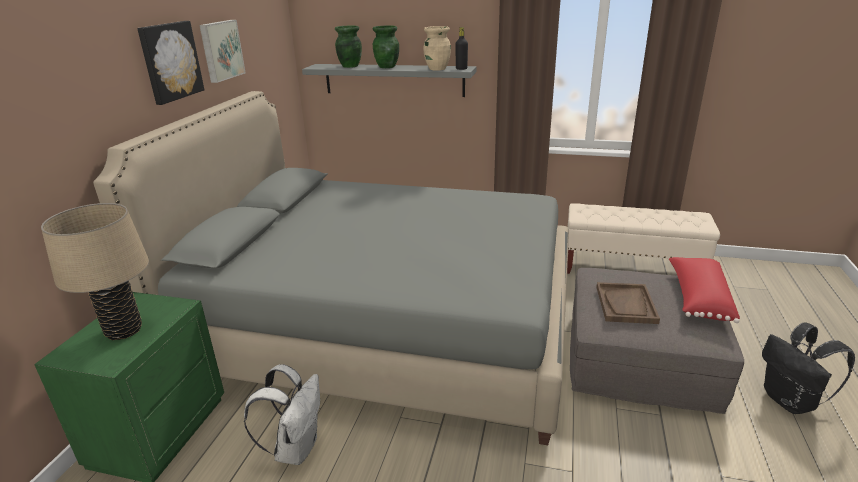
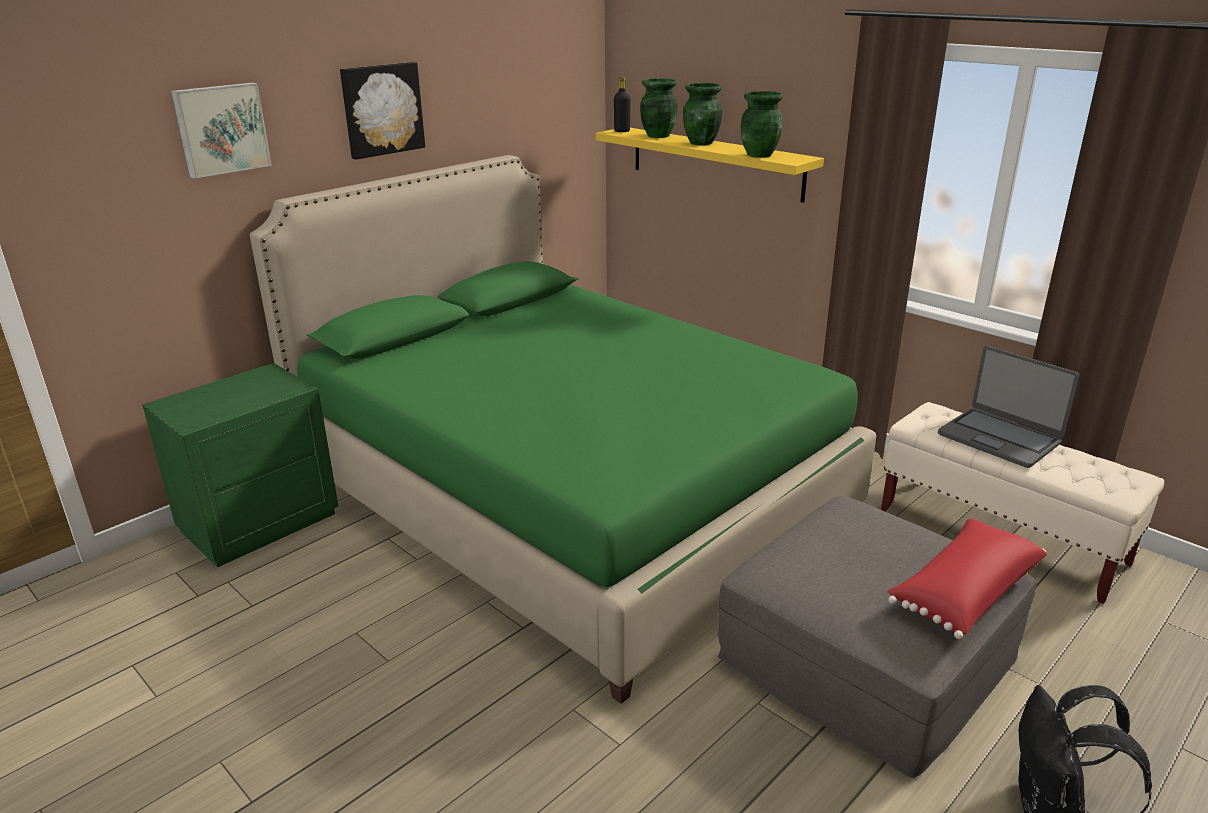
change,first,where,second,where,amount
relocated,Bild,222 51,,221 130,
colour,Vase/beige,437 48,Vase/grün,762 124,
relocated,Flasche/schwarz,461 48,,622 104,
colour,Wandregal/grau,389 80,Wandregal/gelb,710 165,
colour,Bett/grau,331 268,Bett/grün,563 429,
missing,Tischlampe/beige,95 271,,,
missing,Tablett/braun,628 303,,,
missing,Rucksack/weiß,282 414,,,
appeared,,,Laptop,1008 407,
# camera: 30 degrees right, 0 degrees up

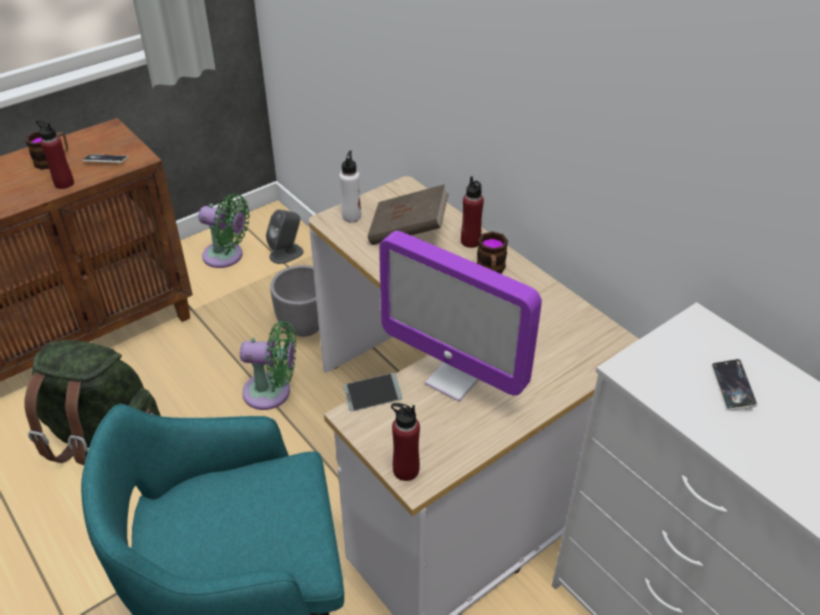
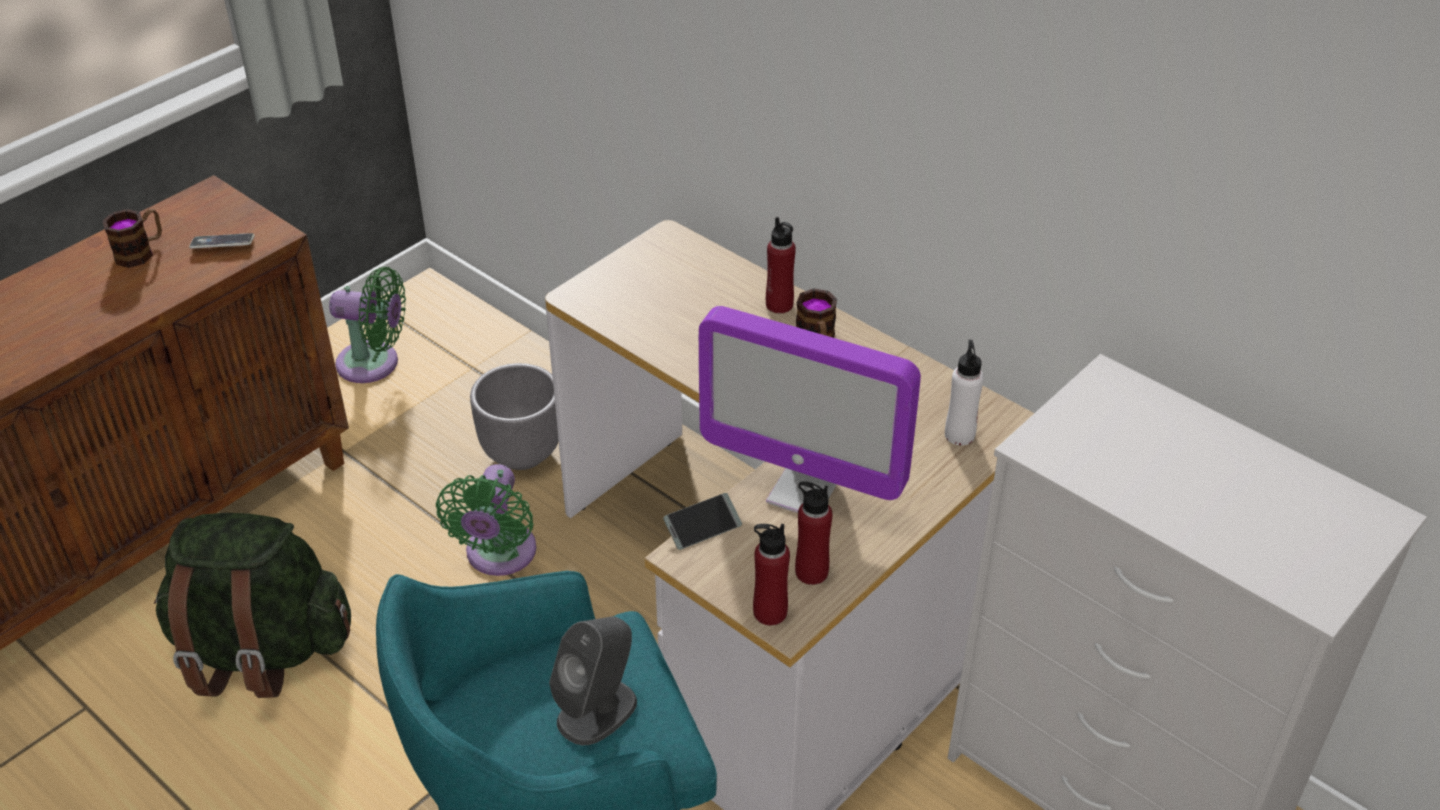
change,first,where,second,where,amount
relocated,Flasche/rot,55 154,,814 533,
relocated,Flasche/weiß,350 186,,964 392,
missing,Buch/braun,408 214,,,
relocated,Lautsprecher/grau,285 236,,593 681,
spun,Ventilator/grün,268 365,,486 520,105 degrees clockwise
missing,Handy,734 385,,,
# camera: 10 degrees left, 0 degrees up

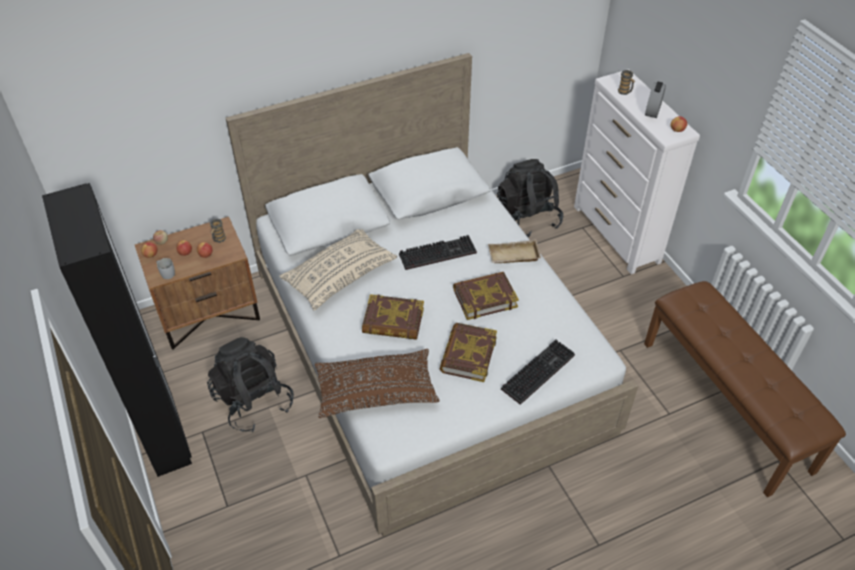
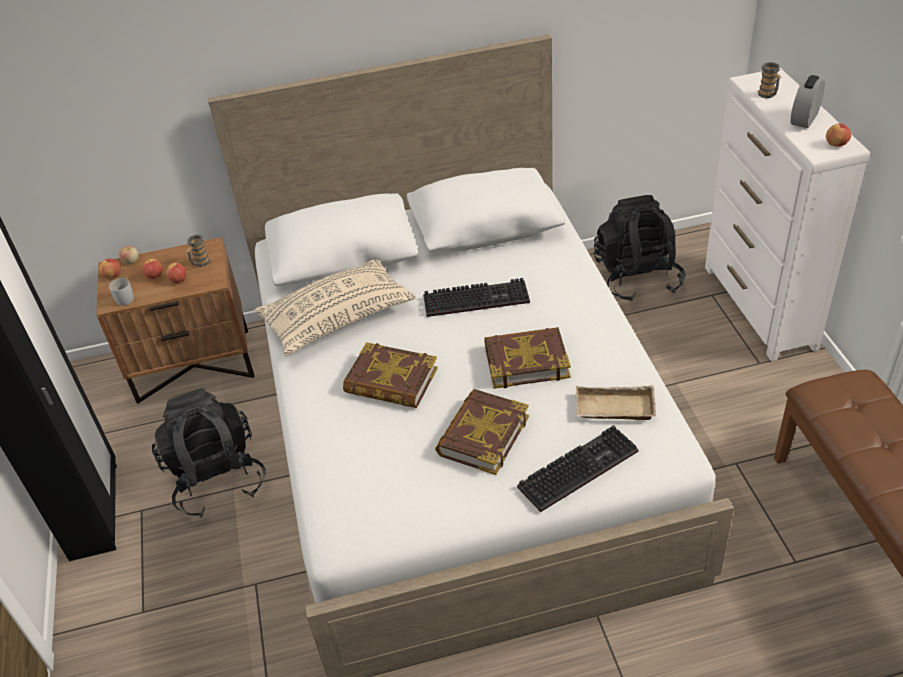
change,first,where,second,where,amount
relocated,Tablett/beige,514 251,,616 402,
missing,Kissen/braun,377 383,,,
# camera: 15 degrees right, 5 degrees down

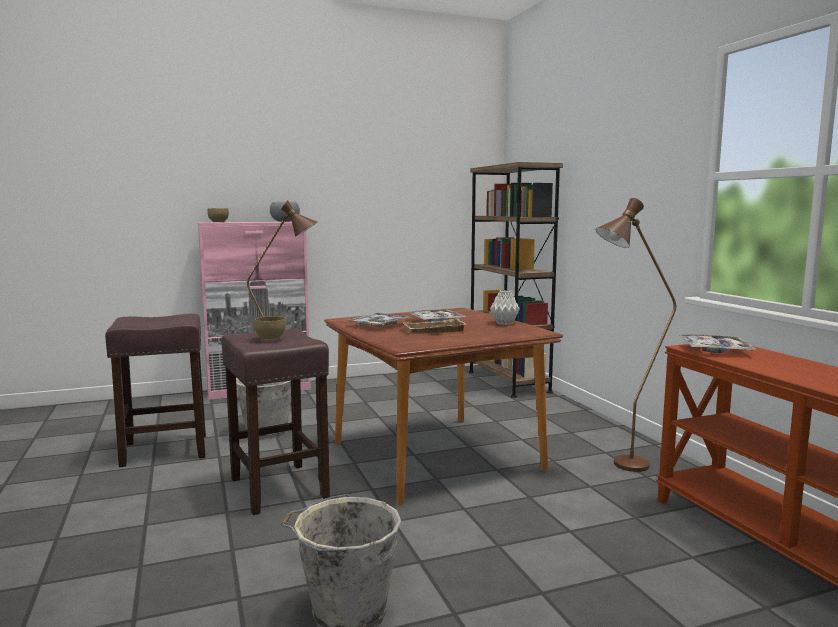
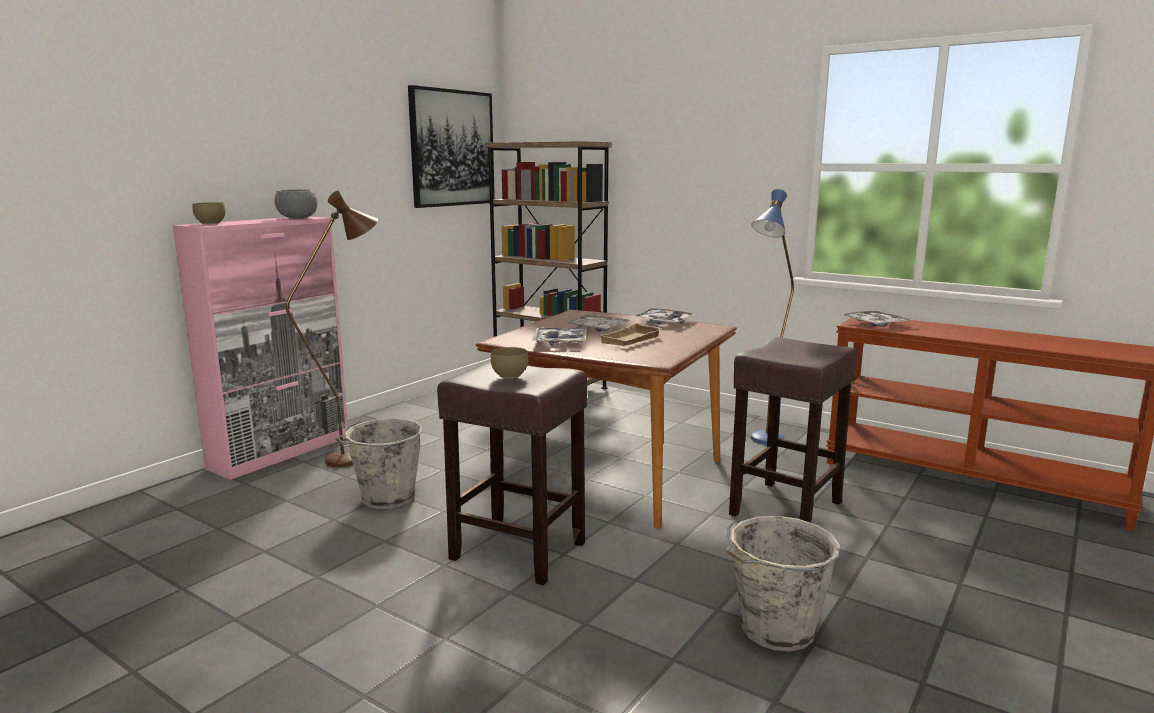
change,first,where,second,where,amount
colour,Stehlampe/braun,636 335,Stehlampe/blau,772 317,
exchanged,Vase/grau,505 307,Tablett,664 316,
relocated,Hocker/braun,155 390,,793 430,
appeared,,,Bild,451 146,
# camera: 35 degrees left, 5 degrees up

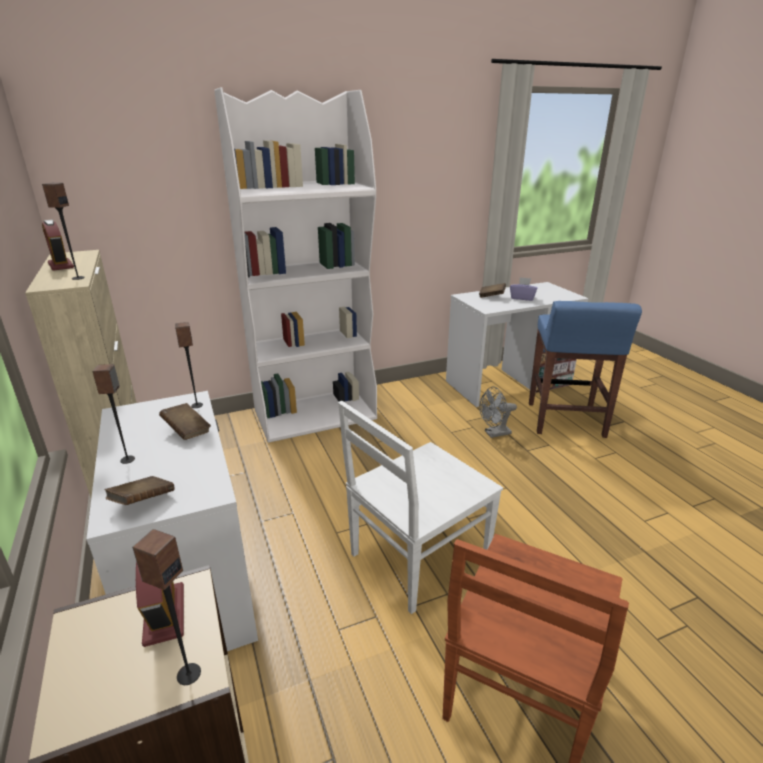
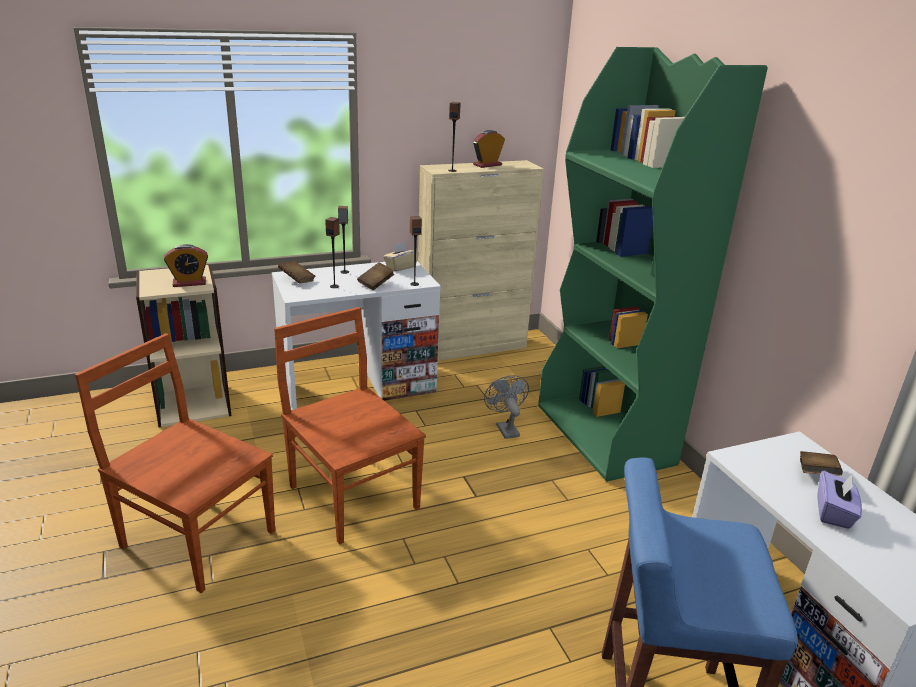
change,first,where,second,where,amount
colour,Bücherregal/weiß,295 265,Bücherregal/grün,653 264,
relocated,Ventilator/grau,498 412,,506 407,
colour,Stuhl/weiß,420 507,Stuhl/braun,350 425,
relocated,Lautsprecher,166 607,,332 252,
appeared,,,Taschentuchbox/beige,401 257,
# camera: 90 degrees right, 0 degrees up

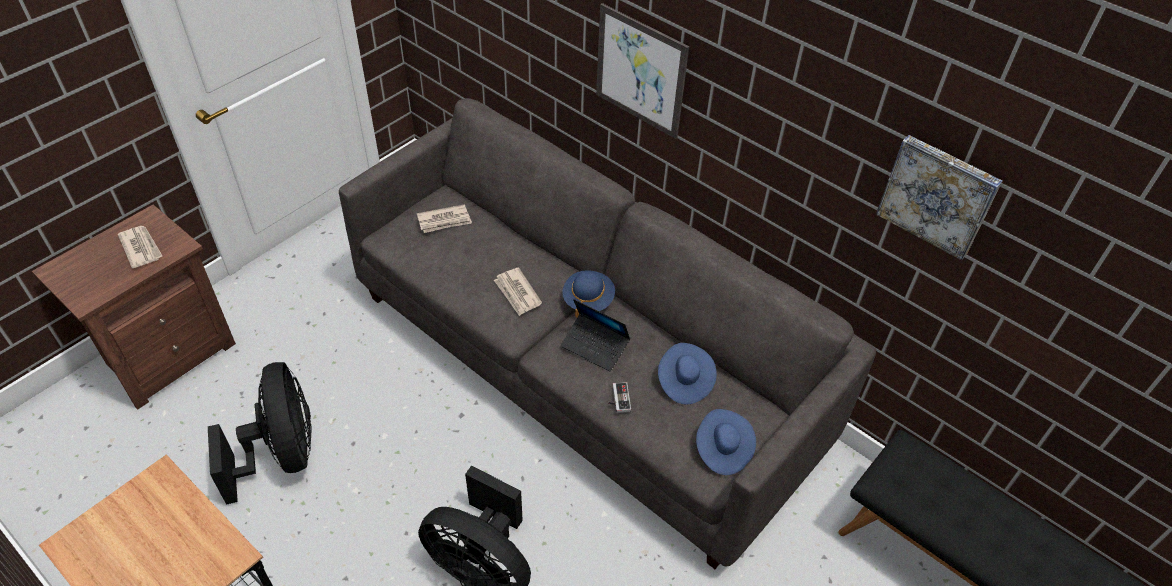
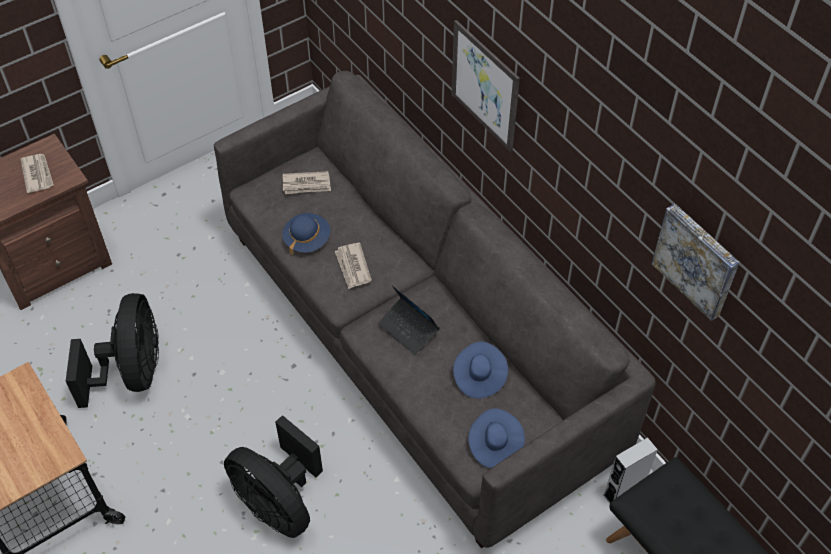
change,first,where,second,where,amount
relocated,Hut/blau,588 293,,306 234,
missing,Gamepad,619 397,,,
appeared,,,Lautsprecher/grau,630 470,
# camera: 15 degrees right, 5 degrees up

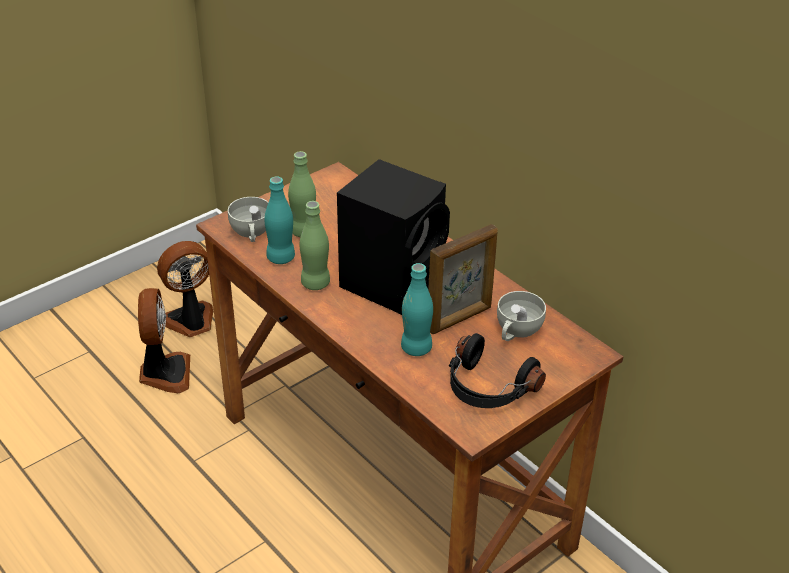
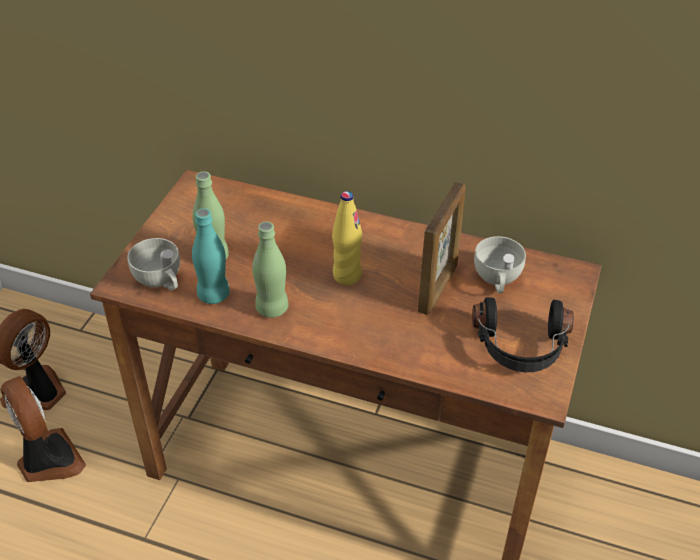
change,first,where,second,where,amount
exchanged,Lautsprecher/schwarz,393 237,Flasche/gelb,347 238,
missing,Flasche/türkis,417 309,,,
# camera: 30 degrees left, 5 degrees up

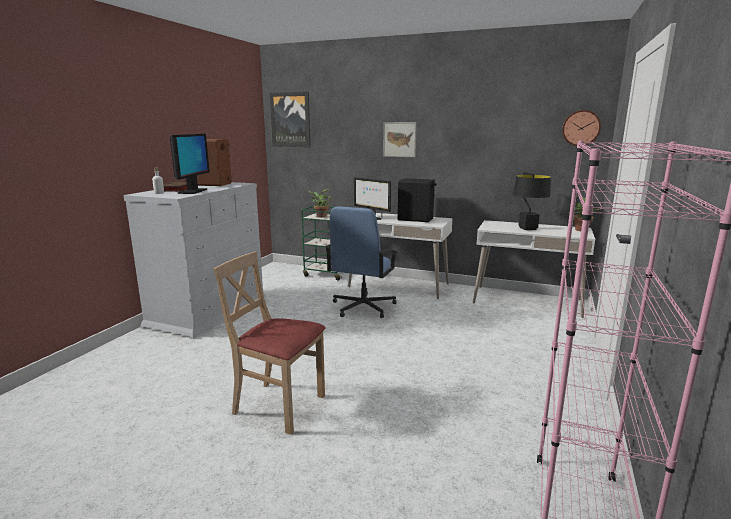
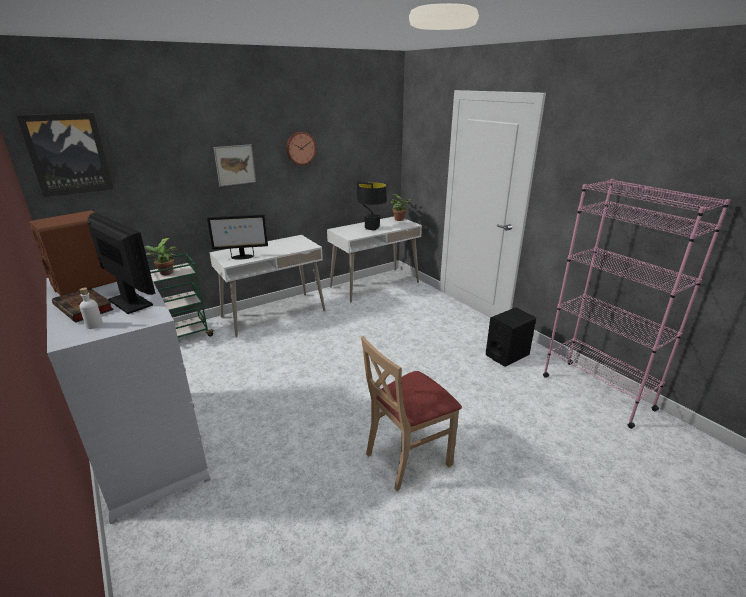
change,first,where,second,where,amount
relocated,Wanduhr,581 128,,301 148,
relocated,Lautsprecher/schwarz,417 200,,511 337,
missing,Bürostuhl/blau,361 262,,,
# camera: 55 degrees left, 10 degrees up

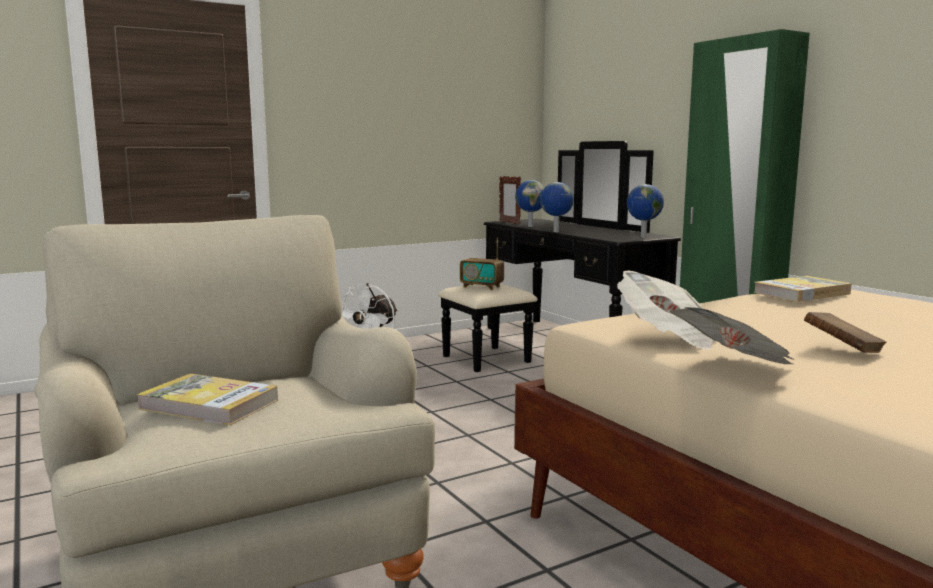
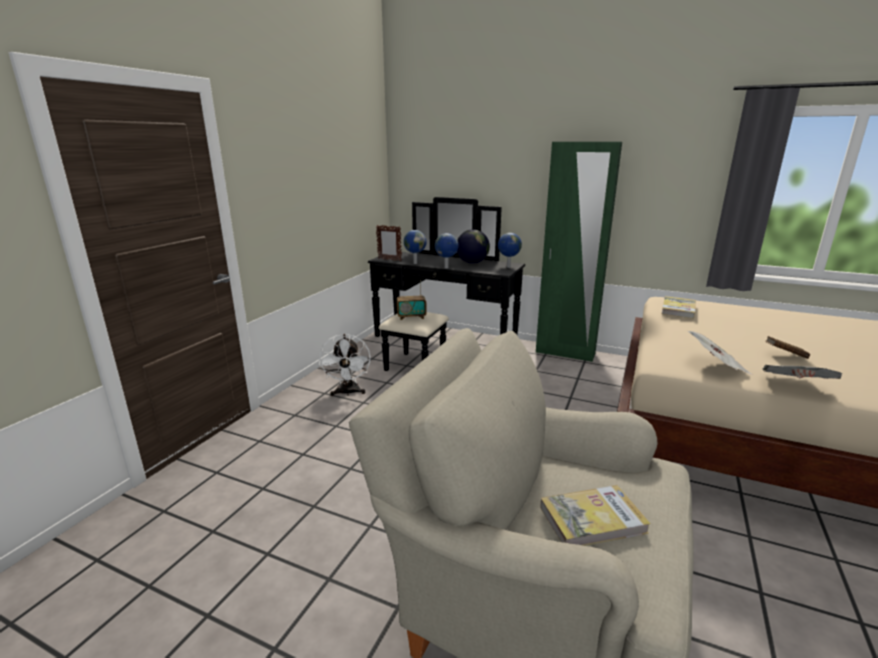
change,first,where,second,where,amount
appeared,,,Globus,473 247,
# camera: 35 degrees left, 10 degrees up

